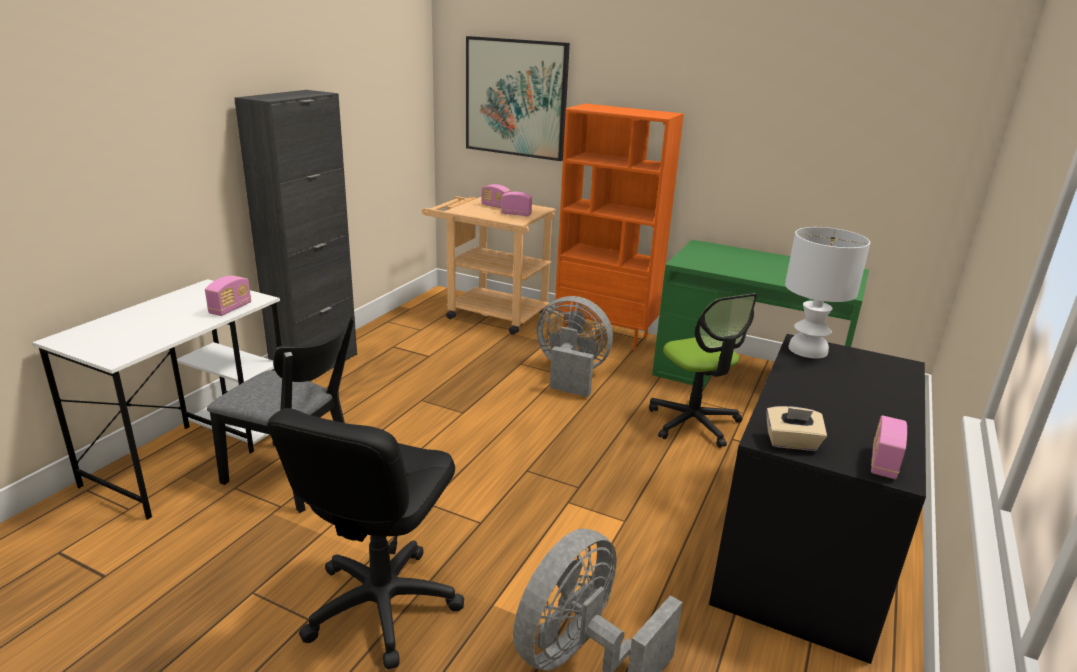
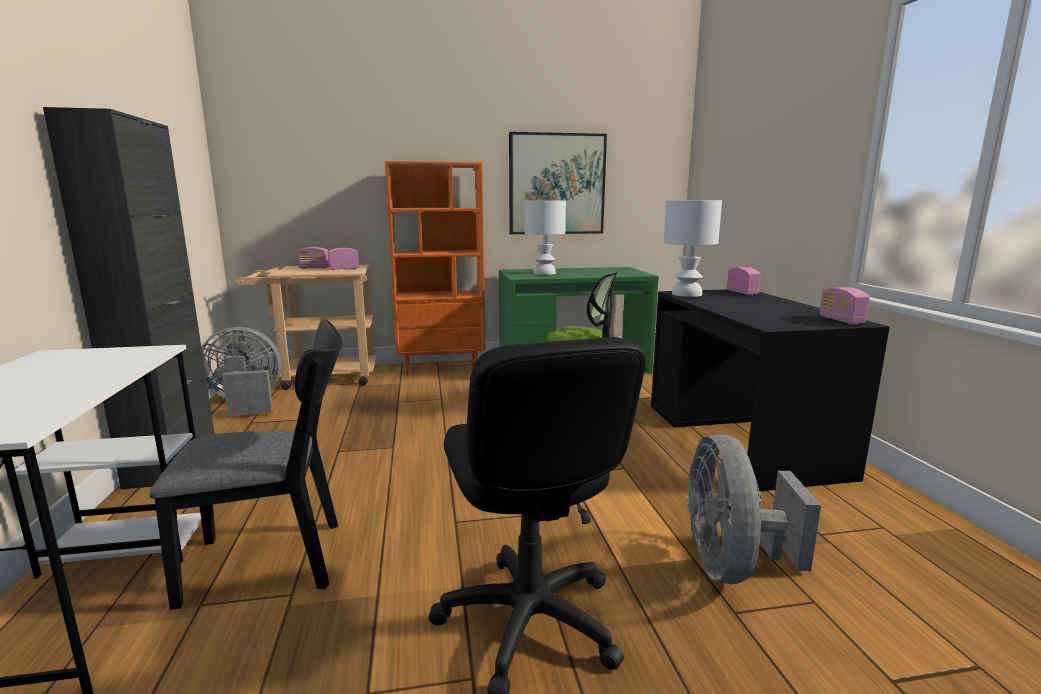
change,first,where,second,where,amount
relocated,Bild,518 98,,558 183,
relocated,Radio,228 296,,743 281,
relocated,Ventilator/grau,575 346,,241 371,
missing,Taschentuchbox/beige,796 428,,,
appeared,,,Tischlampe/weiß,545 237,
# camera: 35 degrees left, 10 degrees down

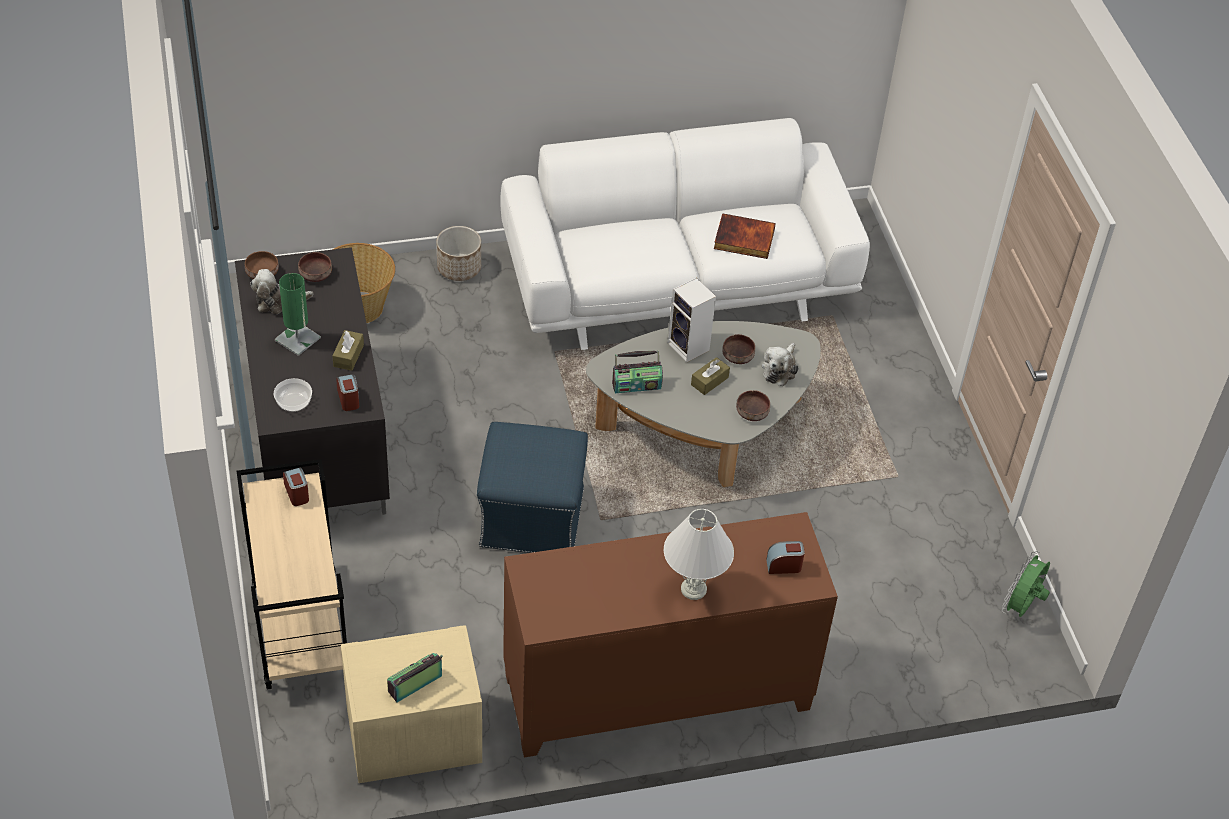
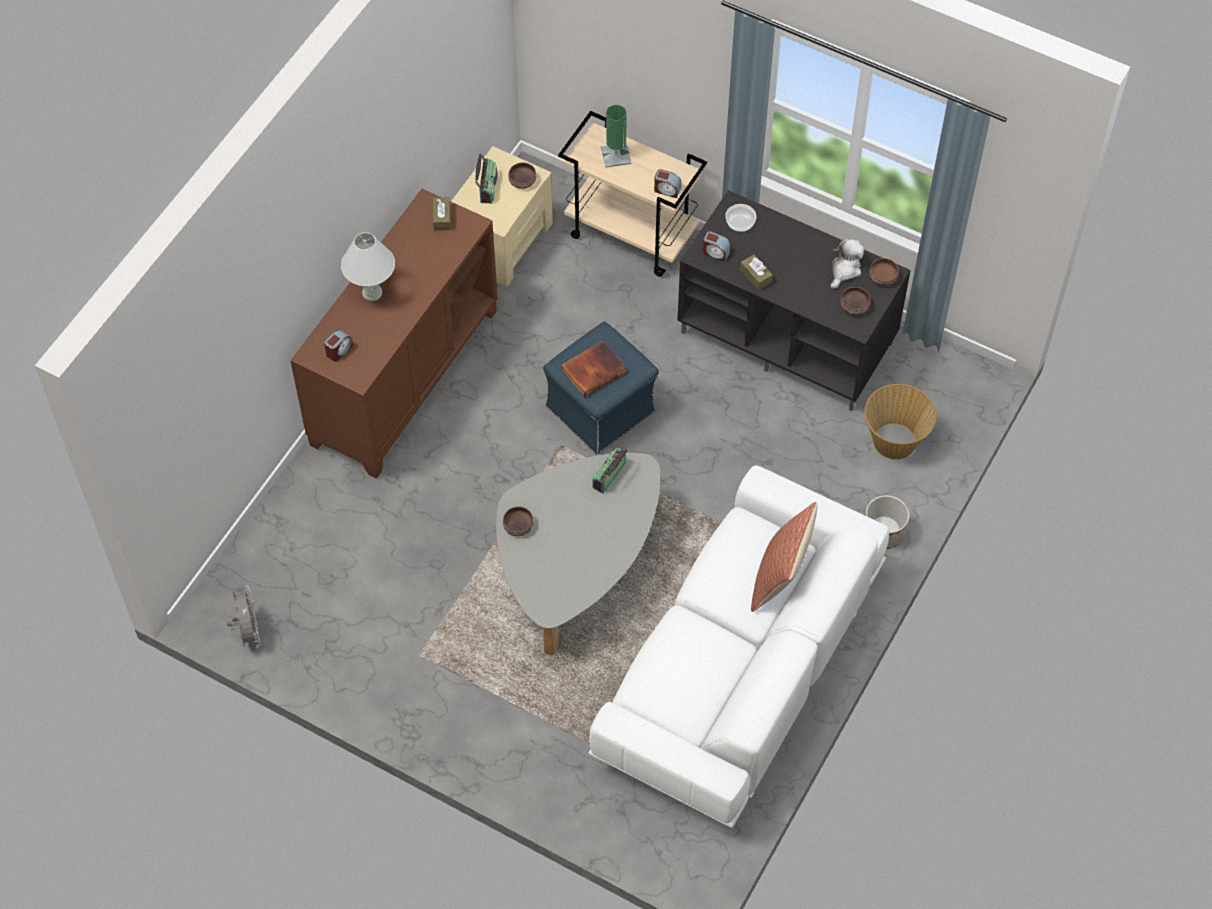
change,first,where,second,where,amount
relocated,Buch,745 236,,593 369,
relocated,Tischlampe/grün,298 314,,616 136,
missing,Lautsprecher,691 320,,,
relocated,Schüssel/braun,738 349,,522 176,
missing,Plüschtier,780 365,,,
relocated,Taschentuchbox/braun,710 376,,442 214,
colour,Ventilator/grün,1026 584,Ventilator/grau,243 617,
appeared,,,Kissen,784 557,
# camera: 135 degrees right, 10 degrees up

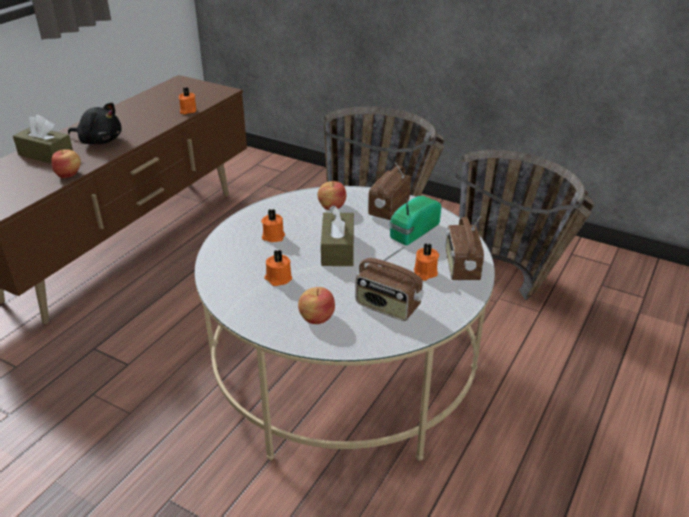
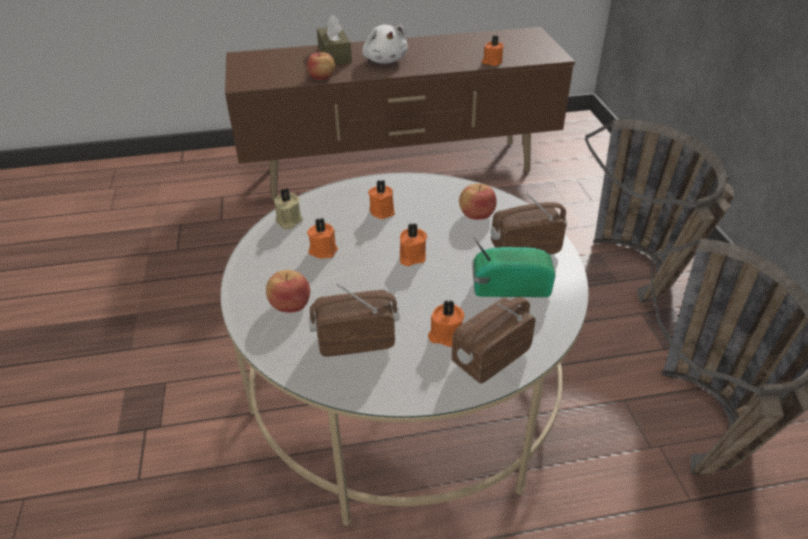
change,first,where,second,where,amount
colour,Plüschtier/schwarz,95 123,Plüschtier/weiß,385 44,
exchanged,Taschentuchbox/braun,337 235,Kerze/orange,413 245,
spun,Radio,390 283,,354 320,90 degrees clockwise
appeared,,,Kerze/beige,288 208,
# camera: 50 degrees right, 5 degrees up

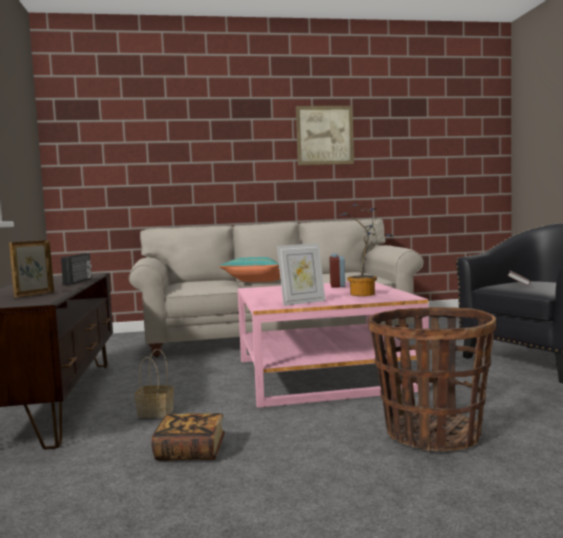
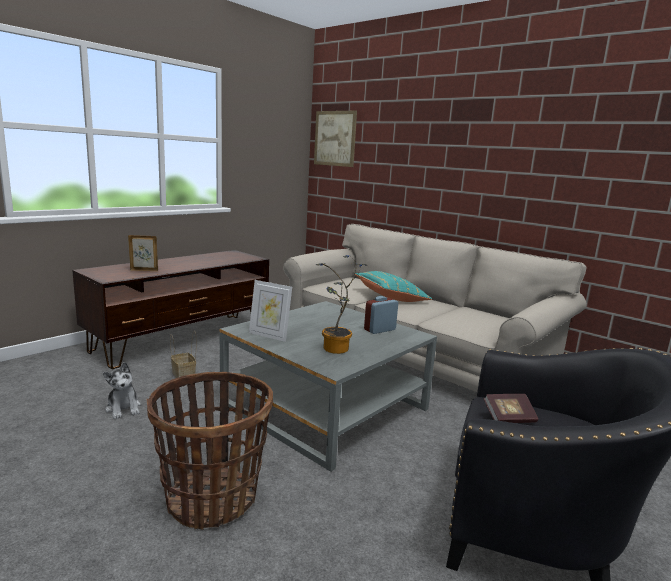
change,first,where,second,where,amount
relocated,Bild,325 135,,335 139,
missing,Radio,76 269,,,
colour,Couchtisch/rosa,334 345,Couchtisch/grau,328 386,
exchanged,Buch,188 437,Plüschtier,122 390,
# camera: 50 degrees right, 10 degrees up

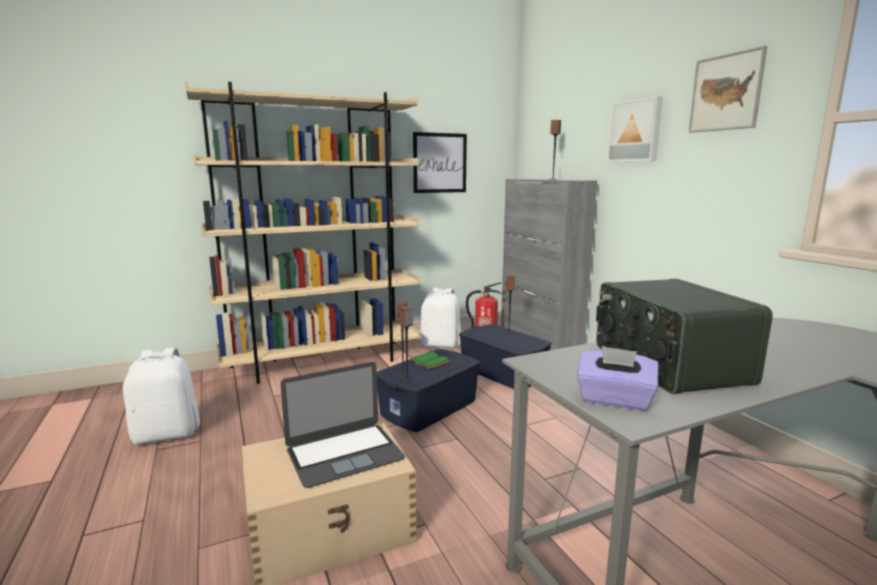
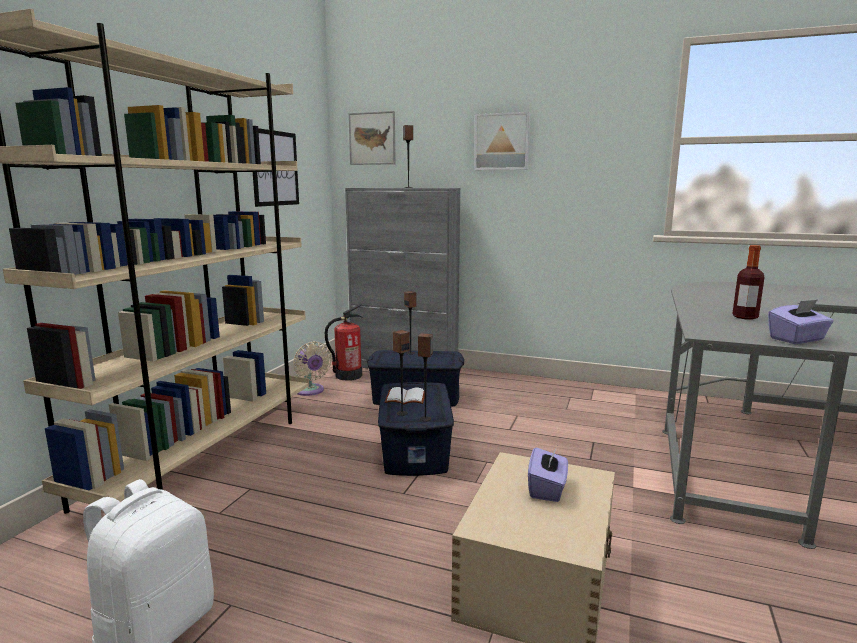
change,first,where,second,where,amount
relocated,Bild,728 89,,372 138,
exchanged,Radio,684 336,Flasche,748 282,
exchanged,Rucksack/weiß,440 318,Ventilator/beige,312 368,
colour,Buch/grün,429 361,Buch/weiß,405 395,
exchanged,Laptop,342 425,Taschentuchbox/lila,548 474,
# camera: 45 degrees left, 0 degrees up

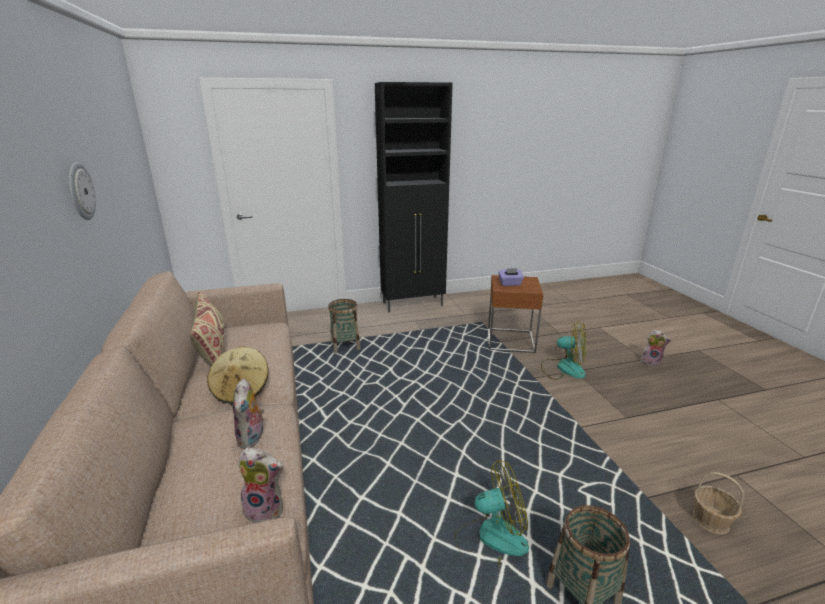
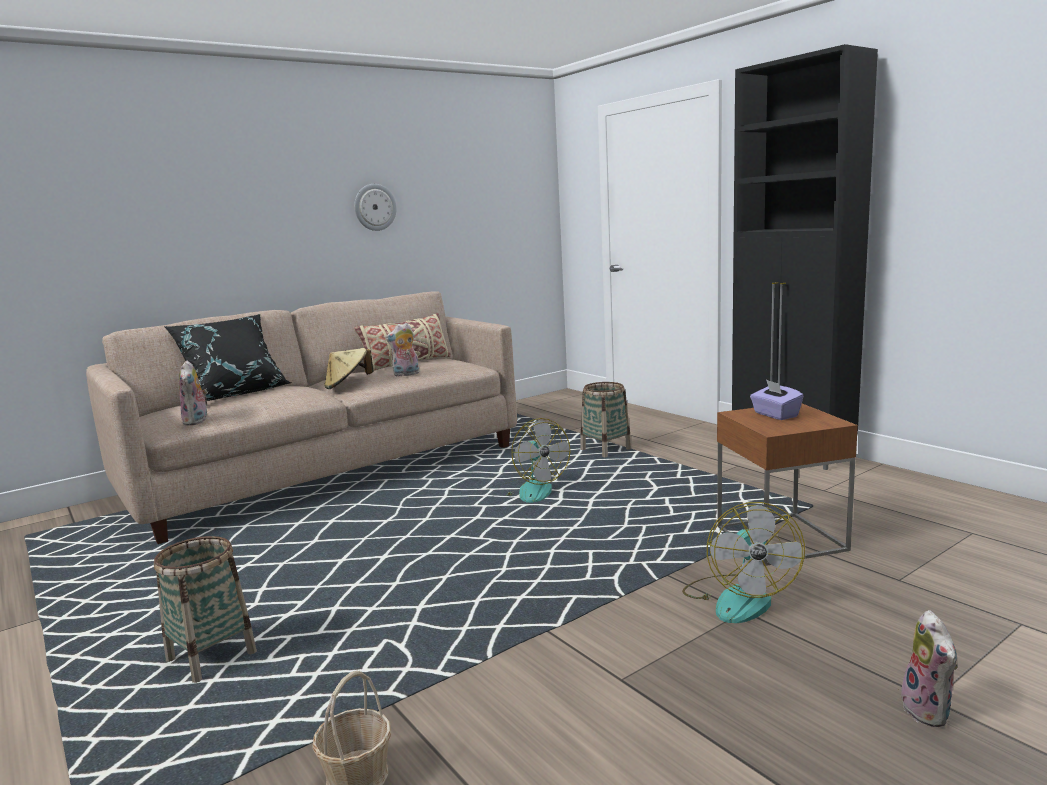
change,first,where,second,where,amount
relocated,Plüschtier,248 413,,402 350,
relocated,Ventilator,492 514,,537 460,
appeared,,,Kissen/schwarz,228 357,
# camera: 70 degrees right, 10 degrees down

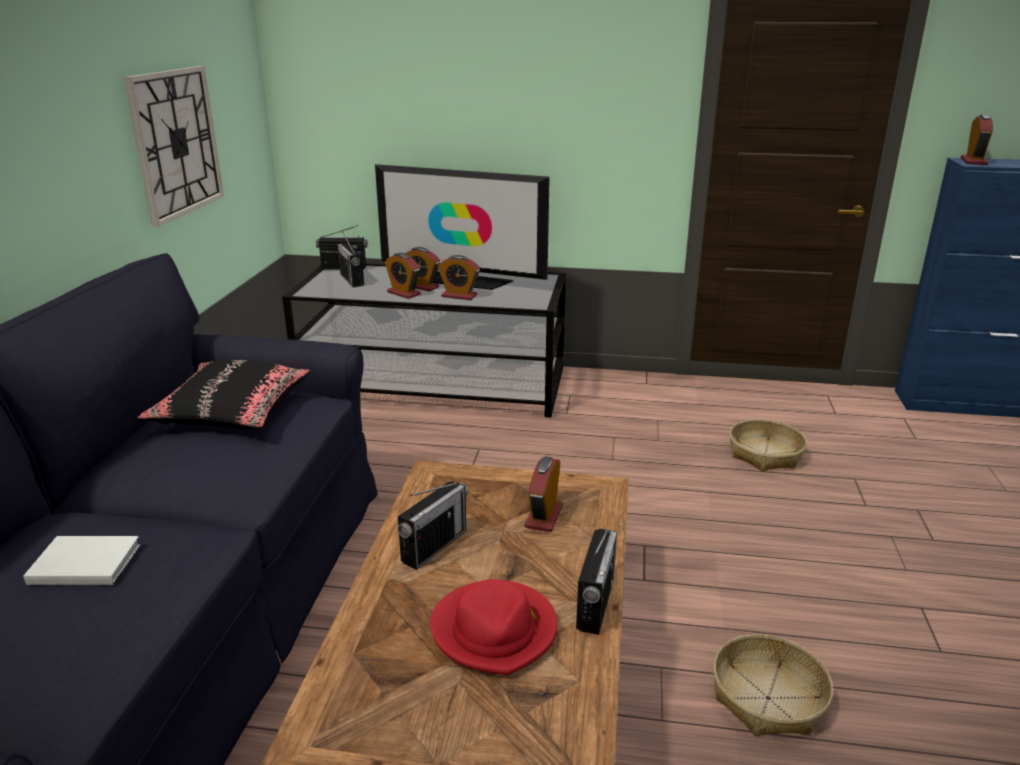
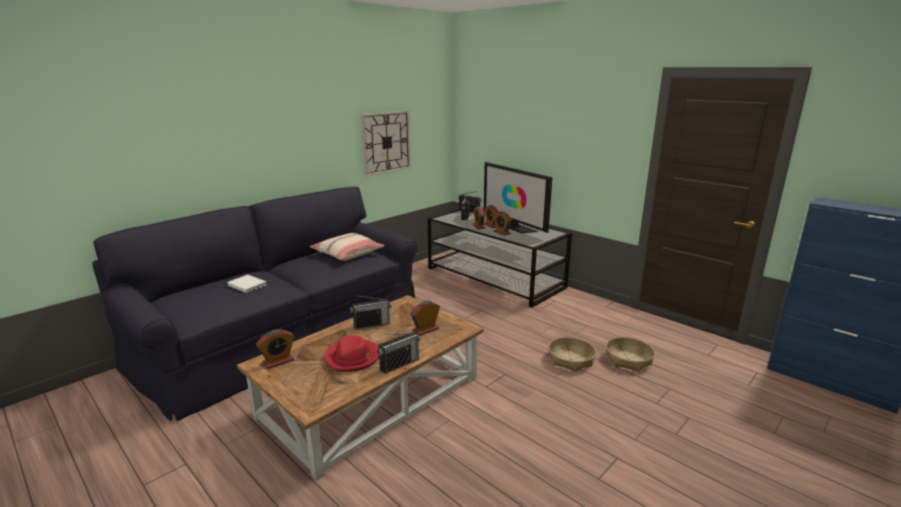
change,first,where,second,where,amount
relocated,Wecker,977 140,,275 349,
colour,Kissen/schwarz,224 394,Kissen/beige,347 247,
relocated,Korb,773 685,,572 354,
# camera: 35 degrees right, 5 degrees down

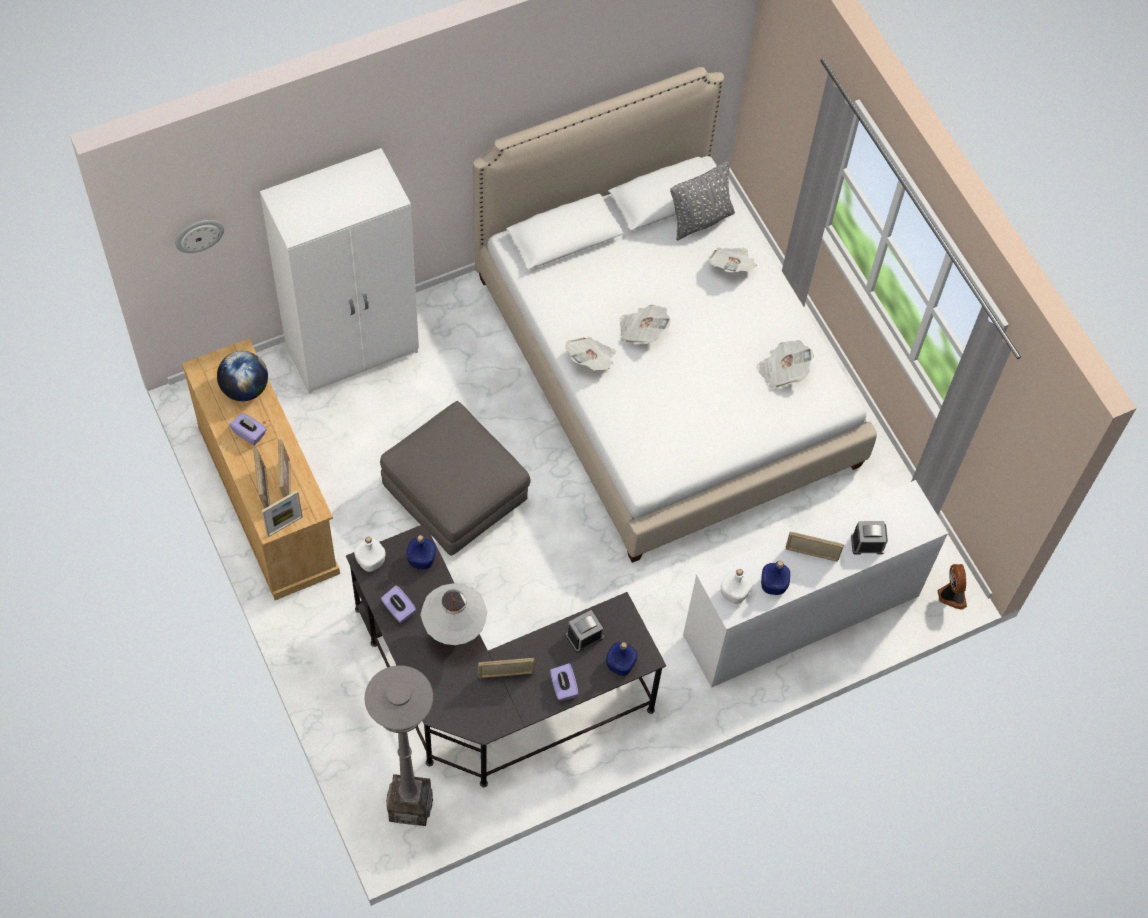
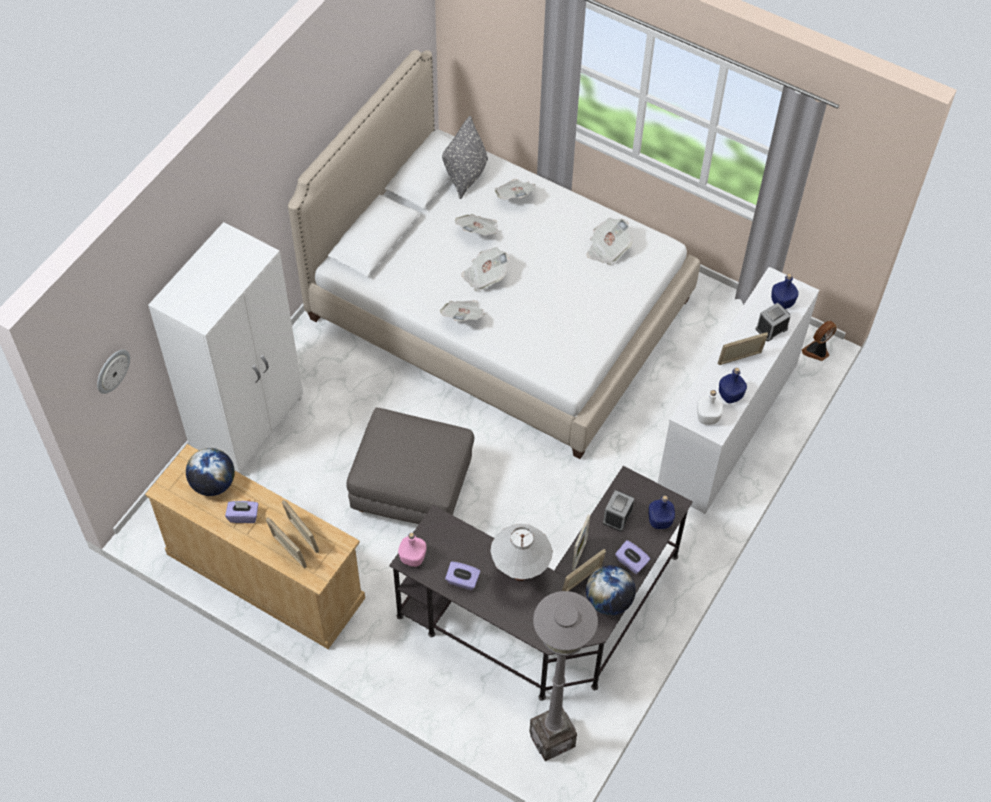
change,first,where,second,where,amount
relocated,Bilderrahmen,282 513,,581 542,
relocated,Flasche/blau,421 552,,785 291,
colour,Flasche/weiß,370 554,Flasche/rosa,412 550,
spun,Ventilator,952 587,,819 341,90 degrees counterclockwise
appeared,,,Zeitung,476 225,
appeared,,,Globus,611 590,
# camera: 30 degrees left, 5 degrees down

